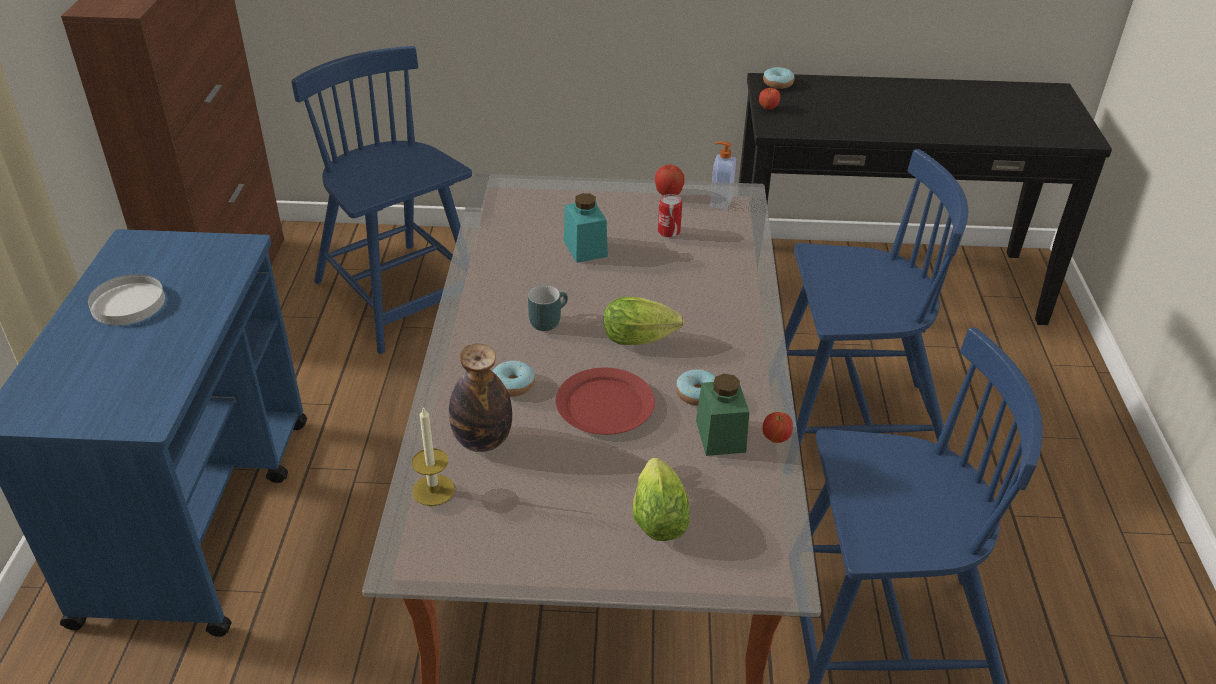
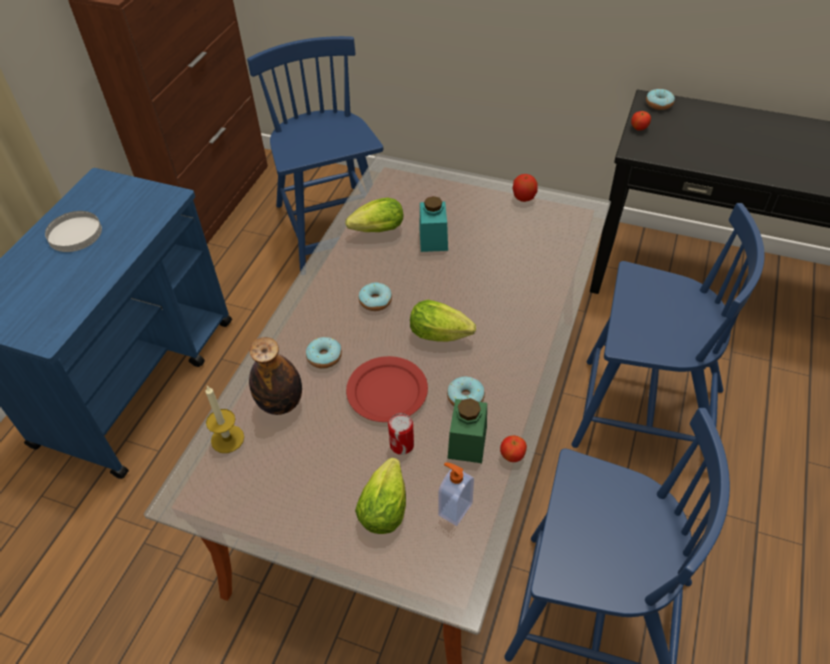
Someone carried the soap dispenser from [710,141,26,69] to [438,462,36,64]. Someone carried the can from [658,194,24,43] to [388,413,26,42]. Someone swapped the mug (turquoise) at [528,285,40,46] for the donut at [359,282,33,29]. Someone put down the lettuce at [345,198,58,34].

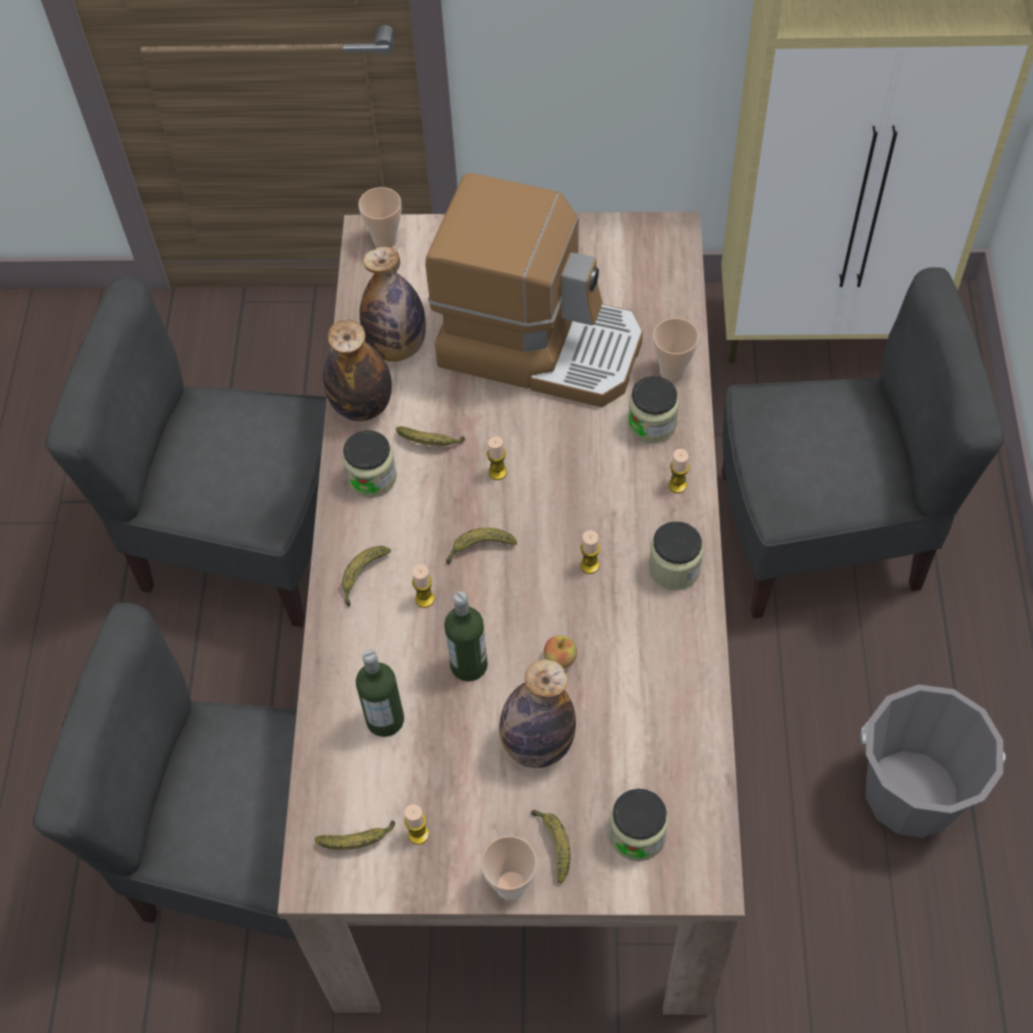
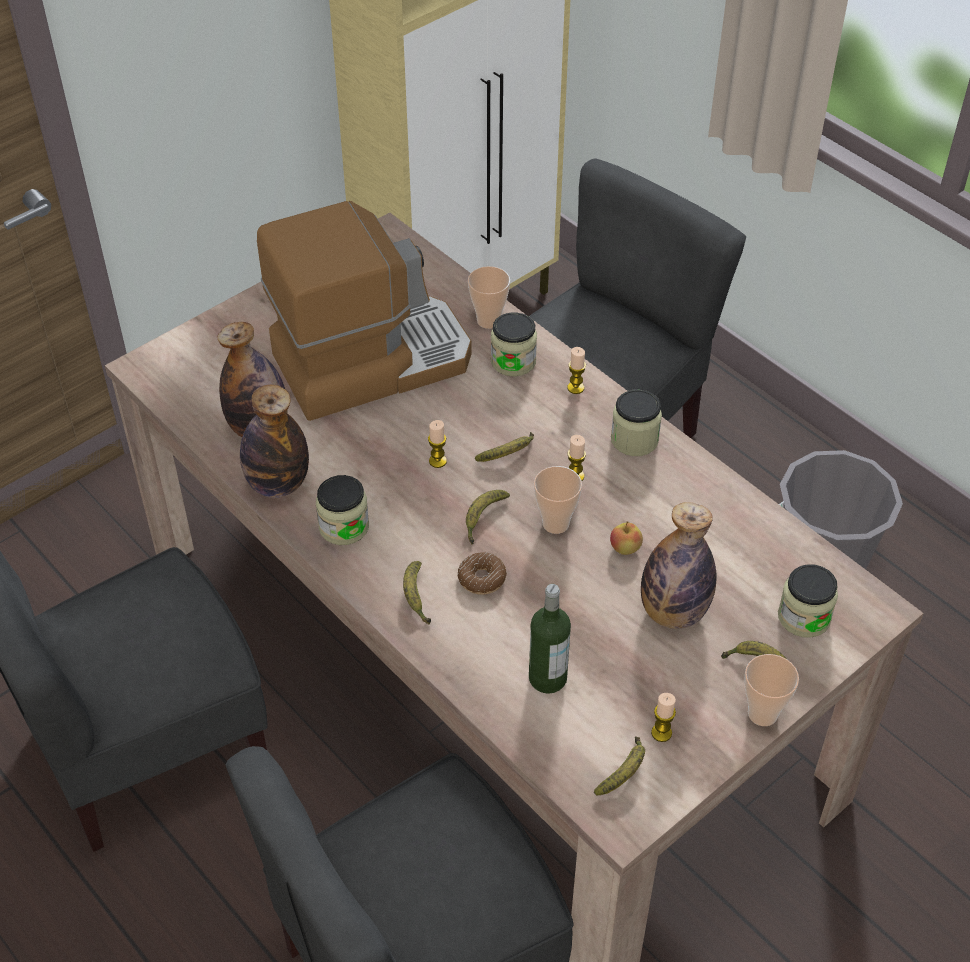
Someone carried the cup from [358,187,44,61] to [534,466,48,68]. Someone carried the banana from [396,426,69,20] to [475,432,59,30]. Someone swapped the candle at [412,564,23,44] for the donut at [457,552,50,43]. Someone took away the bottle at [444,591,44,90].

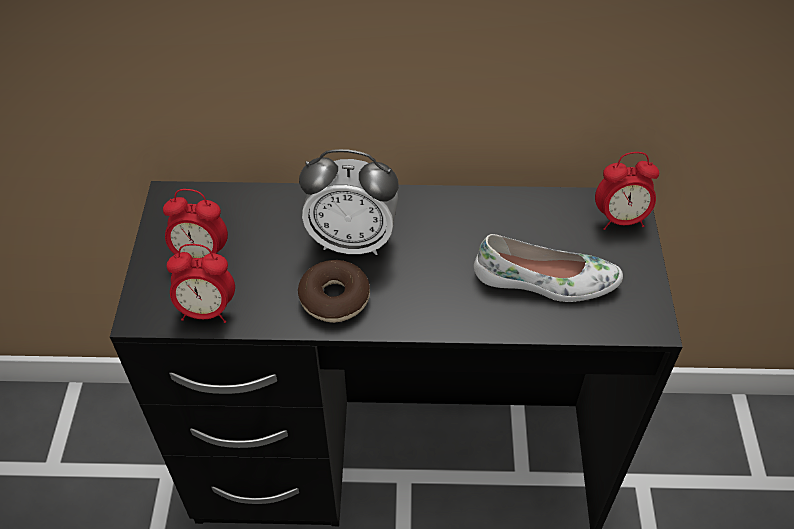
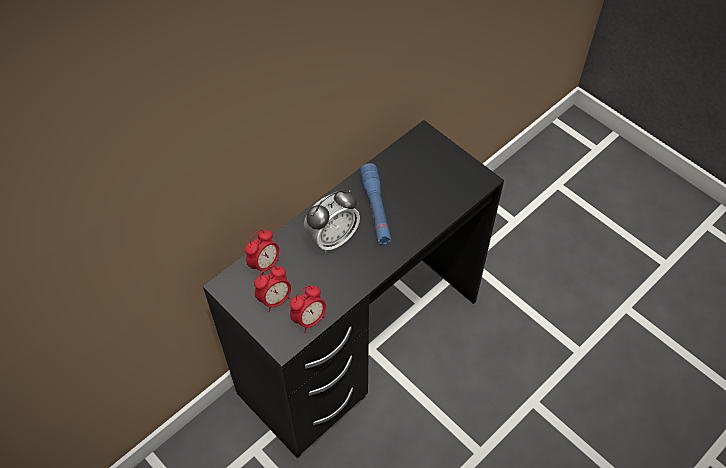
Someone carried the alarm clock from [595,152,64,78] to [245,230,35,45]. Someone took away the shoe (white) at [474,234,149,68]. Someone took away the donut at [298,260,72,63]. Someone put down the flashlight (blue) at [360,163,31,82].

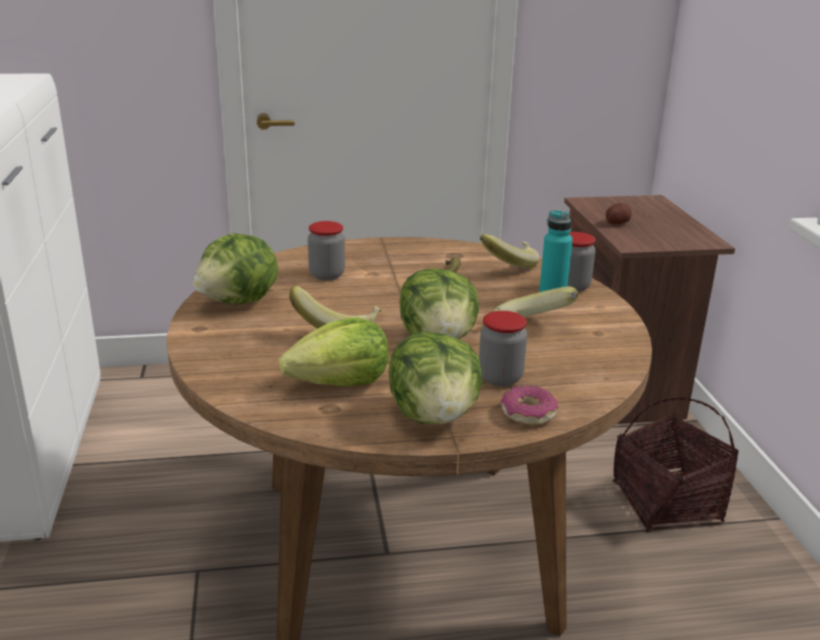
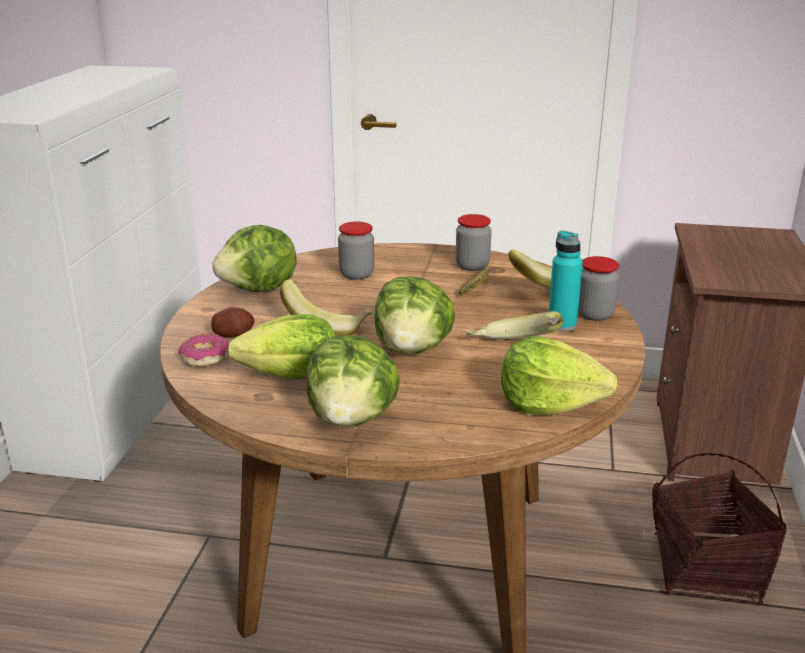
Someone carried the potato from [606,203,26,22] to [211,307,44,30]. Someone carried the jar from [479,311,48,75] to [456,214,35,57]. Someone carried the donut from [500,385,58,40] to [179,334,50,32]. Someone put down the lettuce at [501,336,116,79].

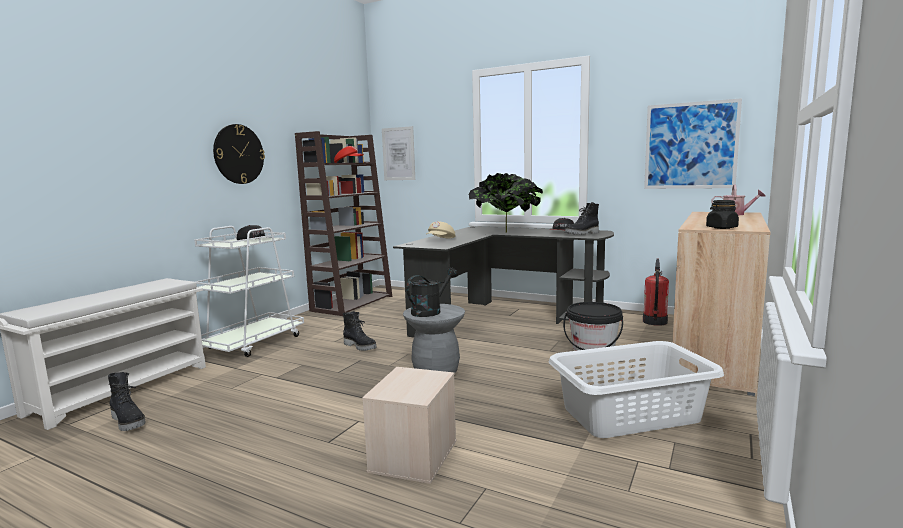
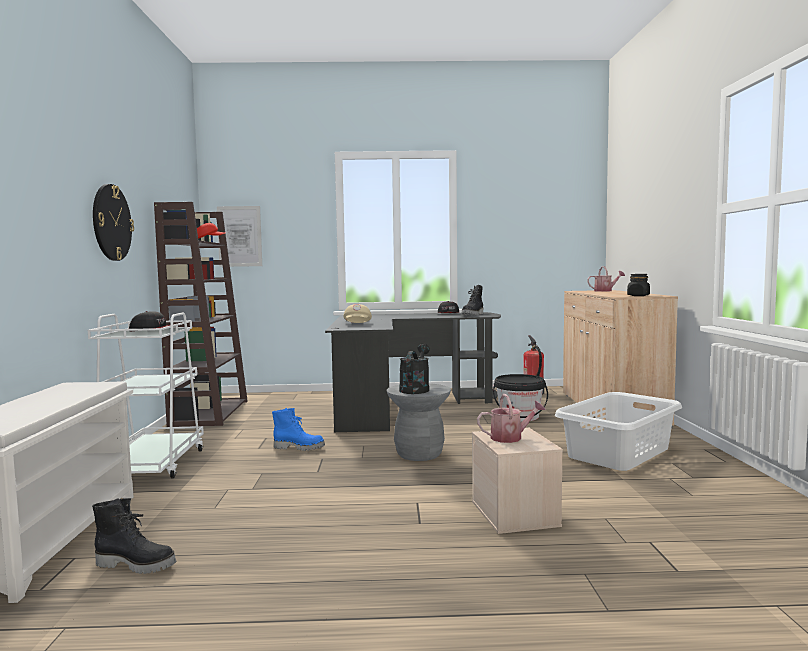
Someone took away the picture at [644,98,98,91]. Someone took away the potted plant at [469,173,74,59]. Someone repainted the boot (black) at [343,311,34,40], which became the boot (blue) at [272,408,53,43]. Someone put down the watering can at [477,394,69,49].

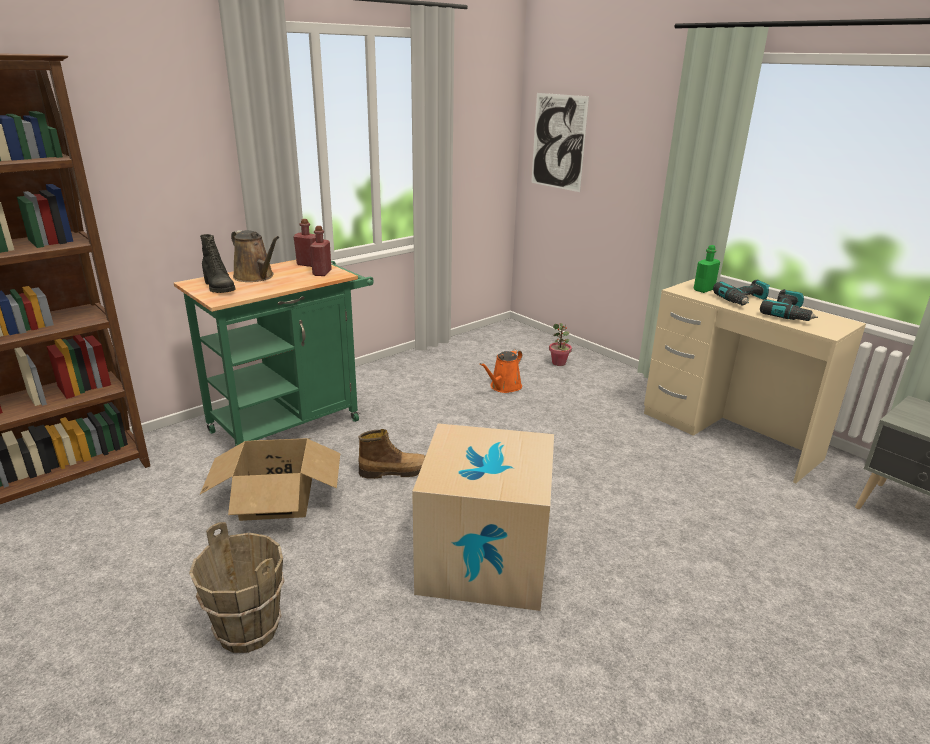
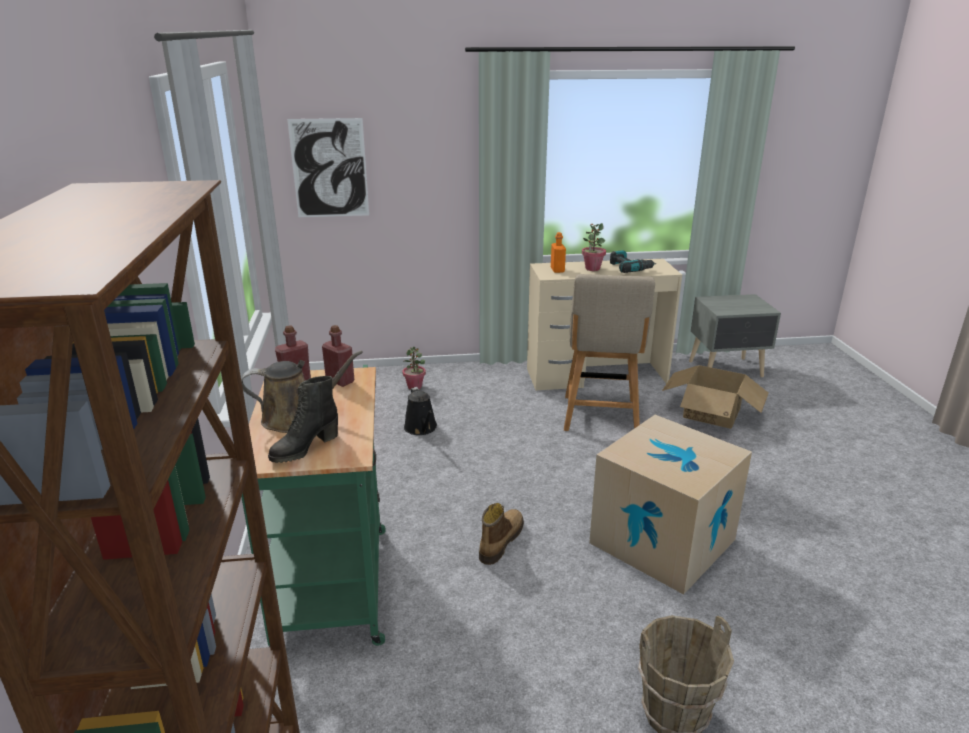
Someone rotated the boot (black) at [200,234,35,59] by 135 degrees clockwise. Someone repainted the bottle (green) at [693,245,27,48], which became the bottle (orange) at [551,232,15,41]. Someone swapped the power drill at [713,280,57,25] for the potted plant at [582,223,24,48]. Someone repainted the watering can (orange) at [480,350,42,43], which became the watering can (black) at [404,387,33,48]. Someone carried the cardboard box from [200,438,140,83] to [662,365,107,64]. Someone put down the chair (beige) at [564,274,91,157].

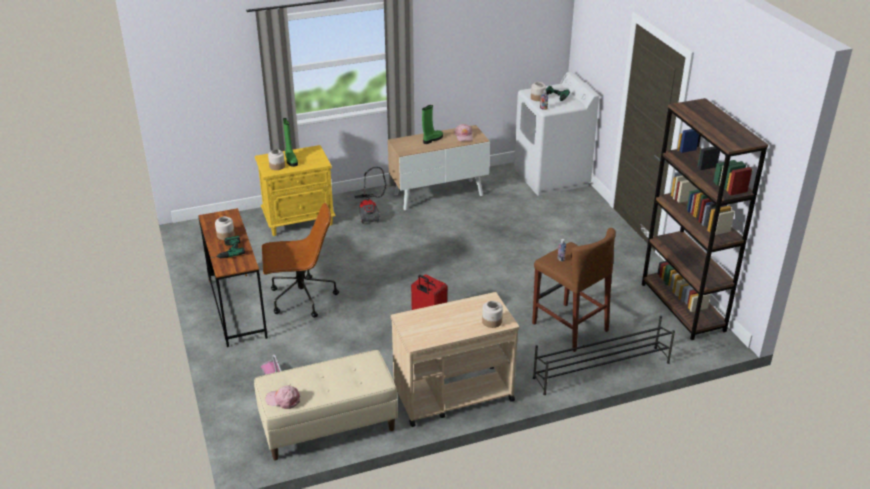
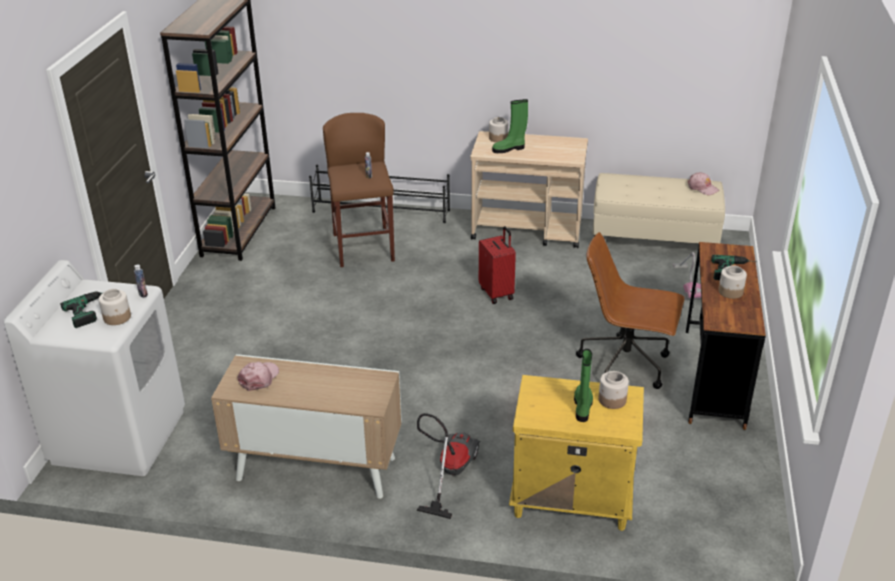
Someone carried the boot (green) from [422,105,21,39] to [492,99,36,54].

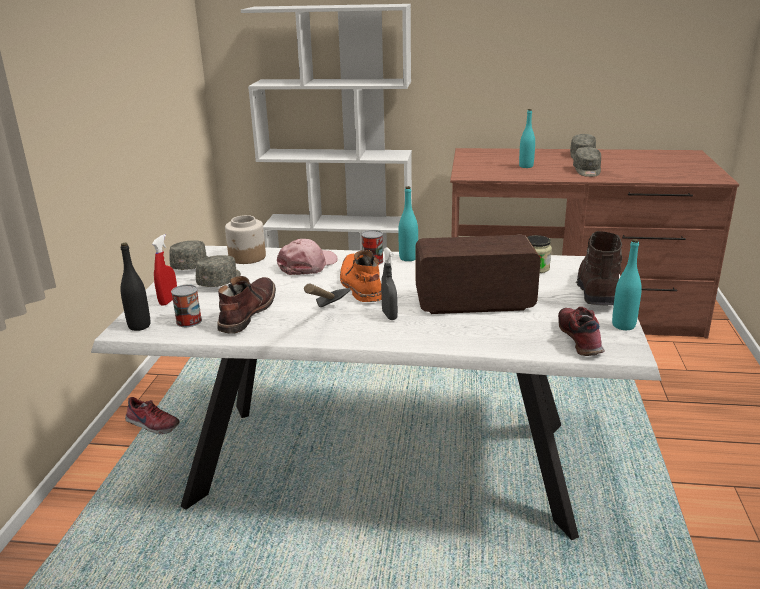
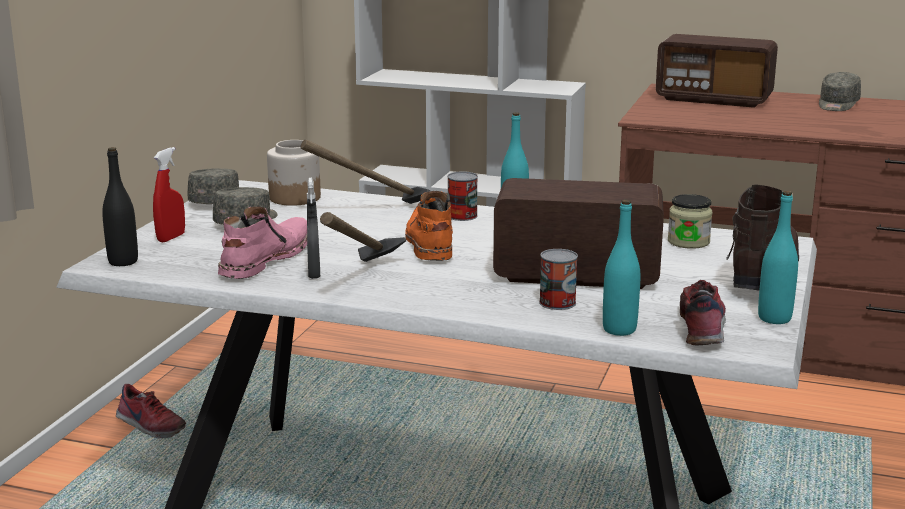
Someone carried the bottle (turquoise) from [519,109,16,59] to [603,200,37,136]. Someone took away the cap (grey) at [573,147,28,30]. Someone swapped the cap (pink) at [277,239,61,36] for the hammer at [301,139,129,65]. Someone carried the spray bottle (grey) from [381,247,17,73] to [307,178,13,101]. Someone repainted the boot (brown) at [217,276,59,58], which became the boot (pink) at [218,206,89,73]. Someone carried the can from [171,285,31,42] to [539,249,39,61]. Someone put down the radio at [656,34,122,74].

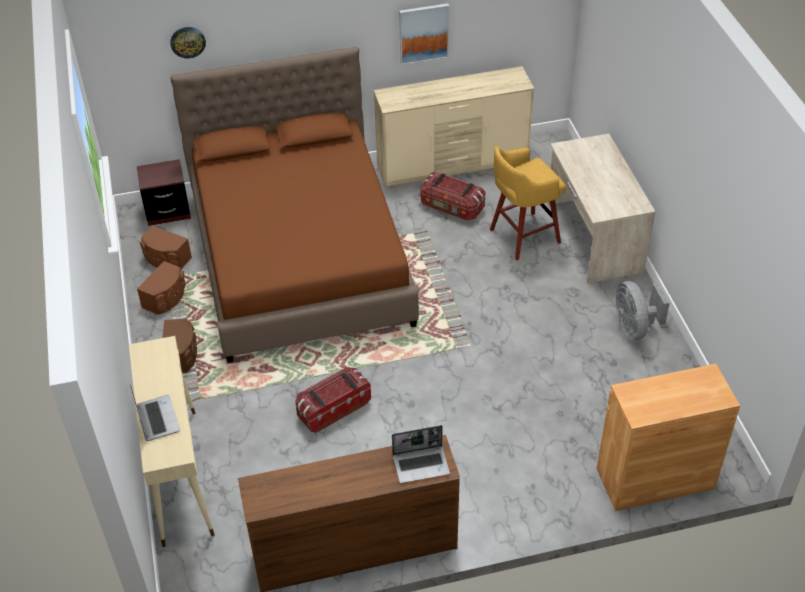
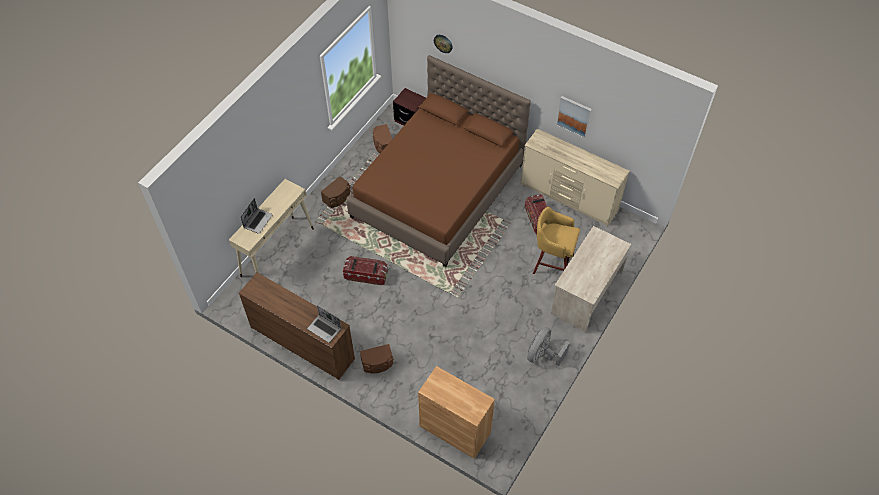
Someone carried the speaker (brown) from [137,261,48,54] to [360,344,34,30].

